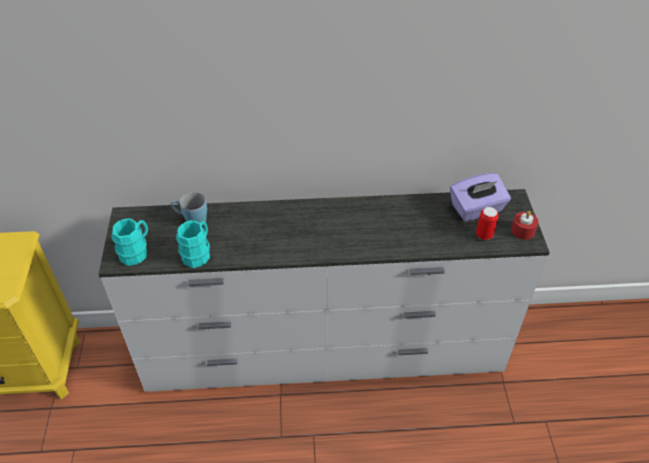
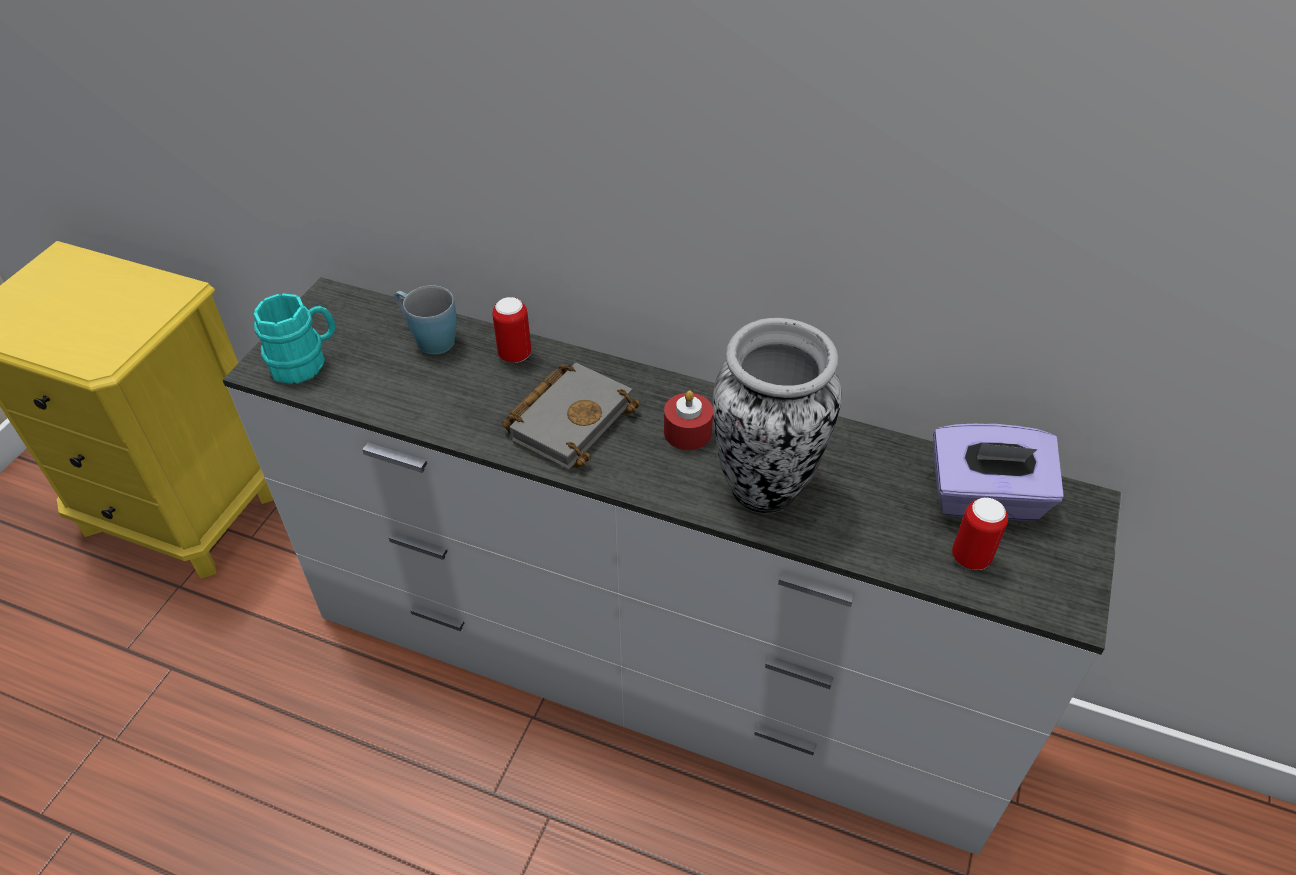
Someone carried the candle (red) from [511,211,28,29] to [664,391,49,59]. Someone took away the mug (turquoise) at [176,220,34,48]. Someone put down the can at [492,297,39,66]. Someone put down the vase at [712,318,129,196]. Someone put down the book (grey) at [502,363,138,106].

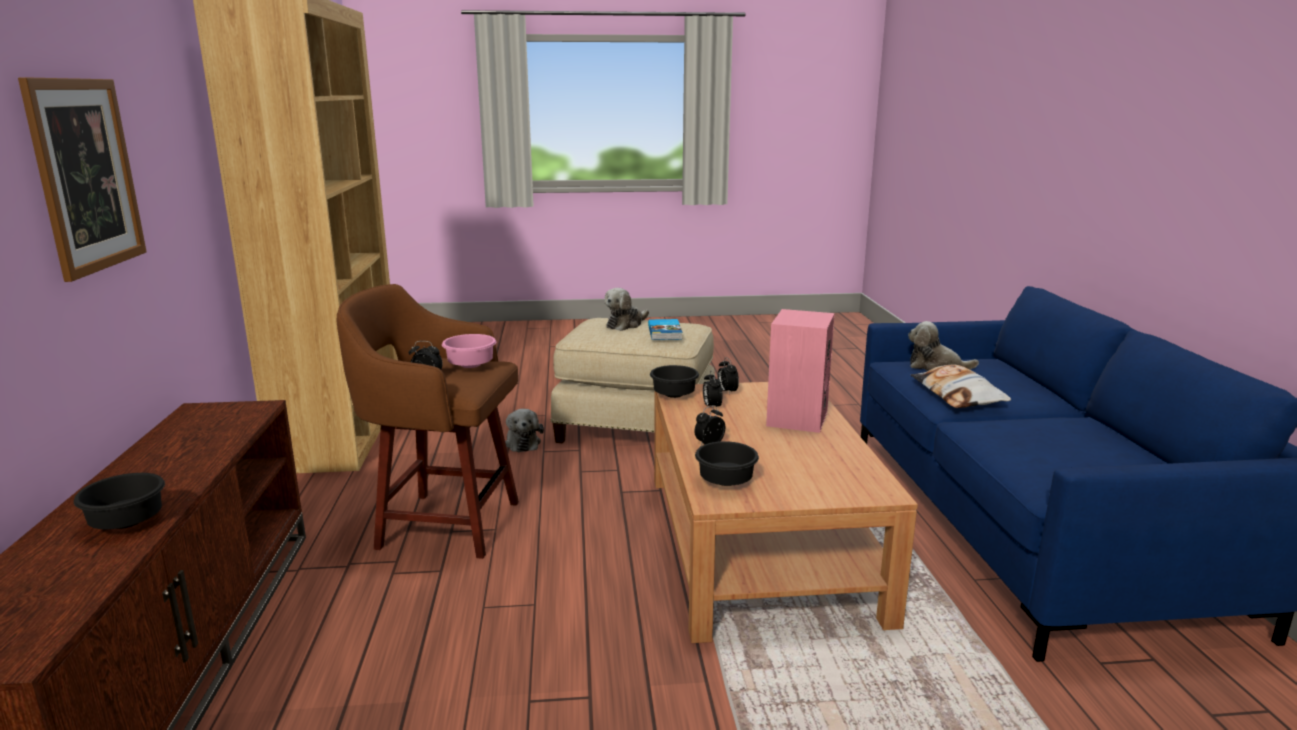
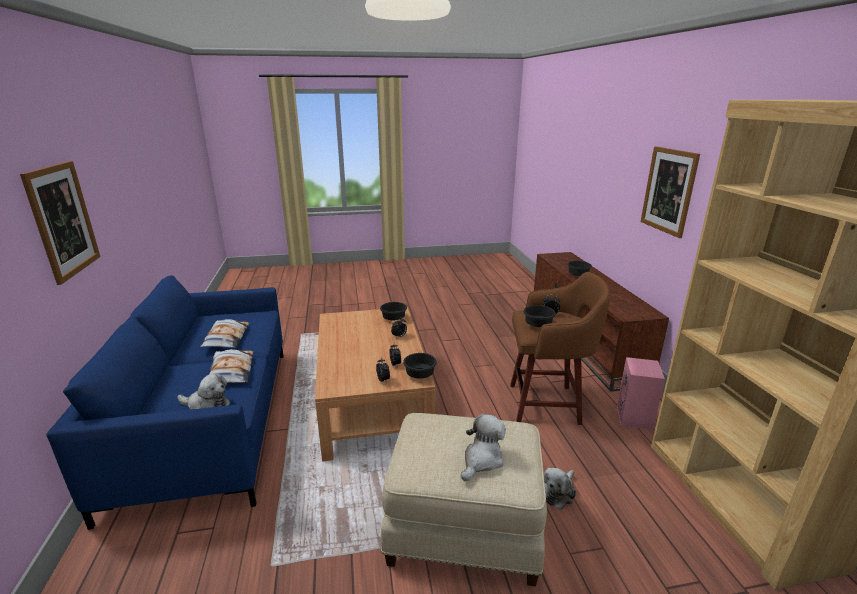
Someone carried the speaker (pink) from [766,309,69,124] to [617,357,48,73]. Someone took away the book at [648,319,34,21]. Someone repainted the bowl (pink) at [442,334,54,34], which became the bowl (black) at [524,305,32,22]. Someone rotated the plush toy at [505,409,39,43] by 120 degrees counterclockwise. Someone put up the picture at [20,161,80,124]. Someone put down the pillow at [200,319,49,29].

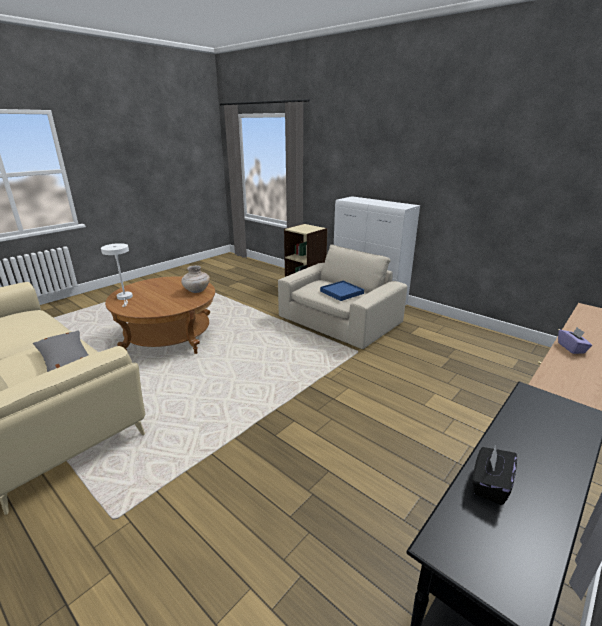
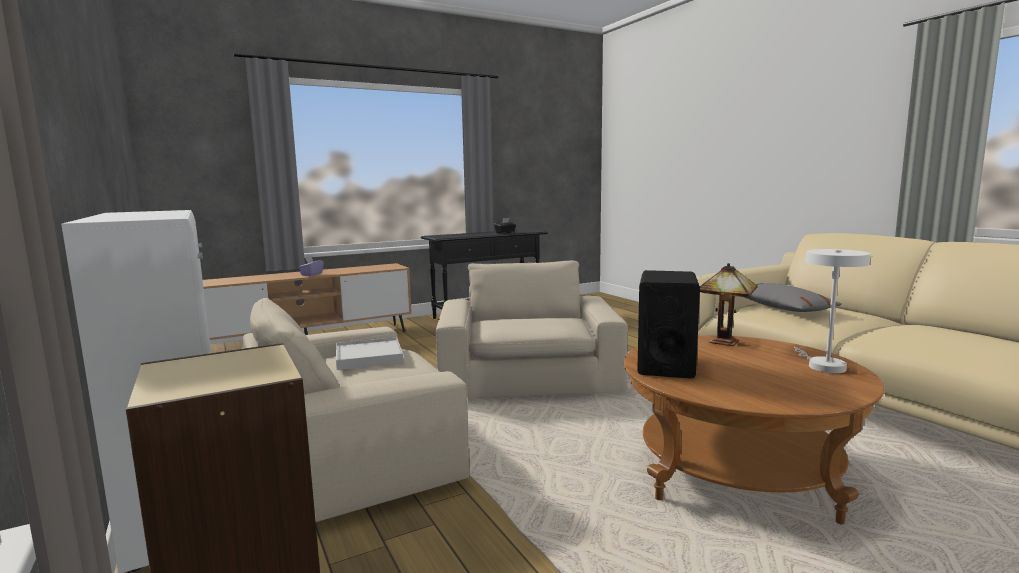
Someone swapped the vase (beige) at [181,265,29,28] for the speaker (black) at [637,270,63,109]. Someone repainted the tray (blue) at [320,281,44,20], which became the tray (white) at [336,337,68,33]. Someone put down the armchair (beige) at [436,260,192,138]. Someone put down the table lamp at [700,263,57,83].

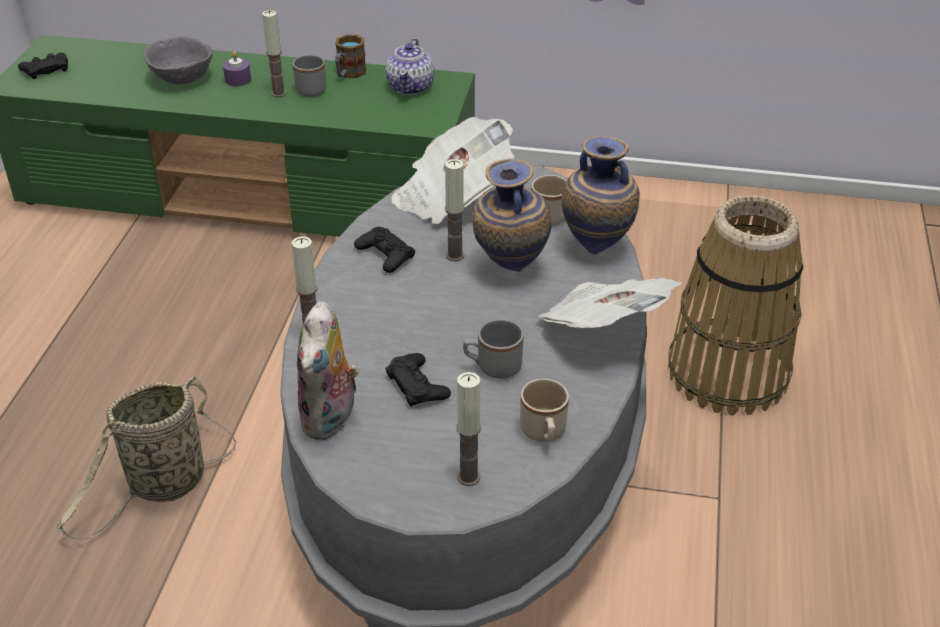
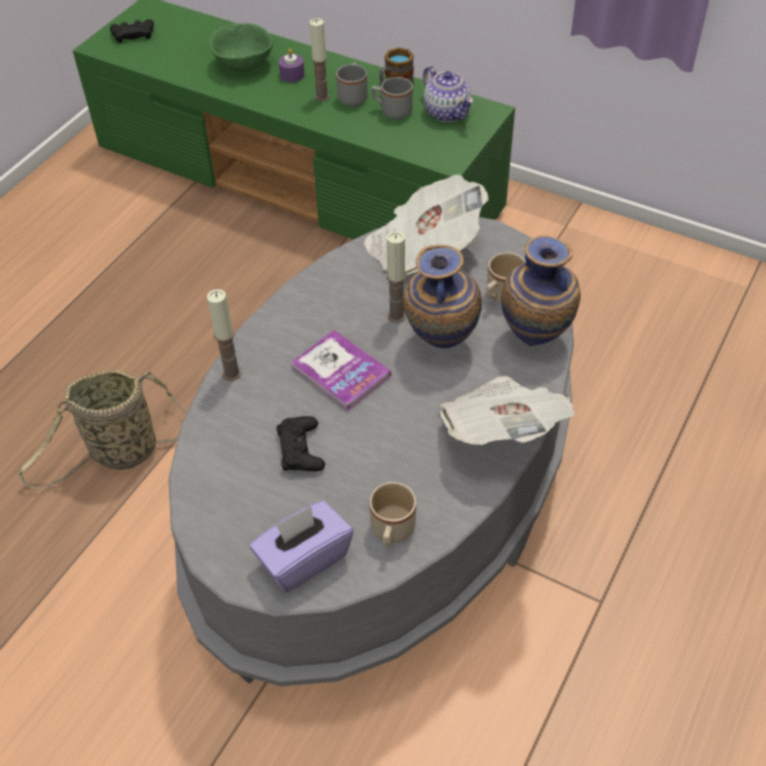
Someone repainted the bowl (grey) at [143,37,70,48], which became the bowl (green) at [209,23,64,49]. Someone rotated the teapot at [386,38,49,57] by 60 degrees counterclockwise. Someone took away the basket at [668,195,135,220]. Someone took away the game controller (black) at [354,227,61,46]. Someone took away the plush toy at [297,301,62,139]. Someone carried the mug (grey) from [463,319,61,60] to [372,77,41,42]. Someone swapped the candle at [456,372,25,114] for the tissue box (purple) at [250,501,103,92]. Someone put down the book at [291,330,100,81].

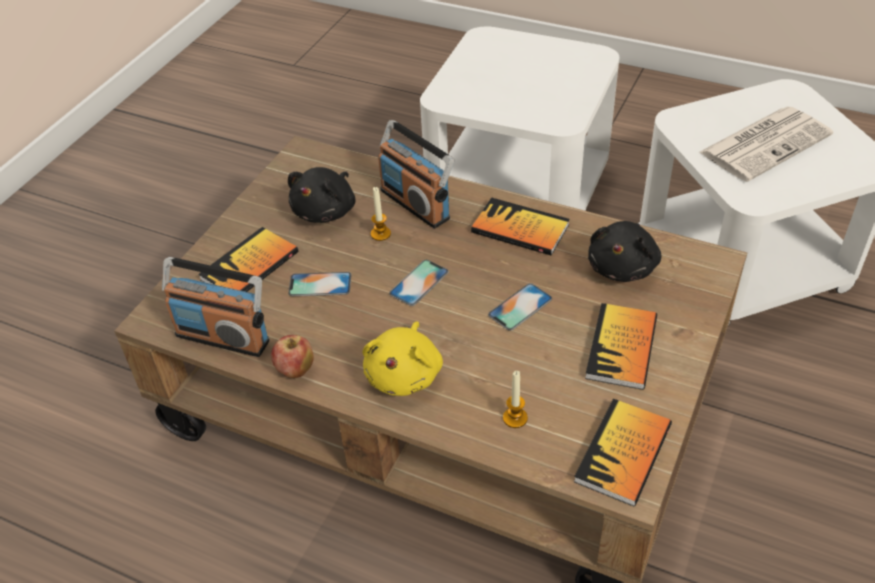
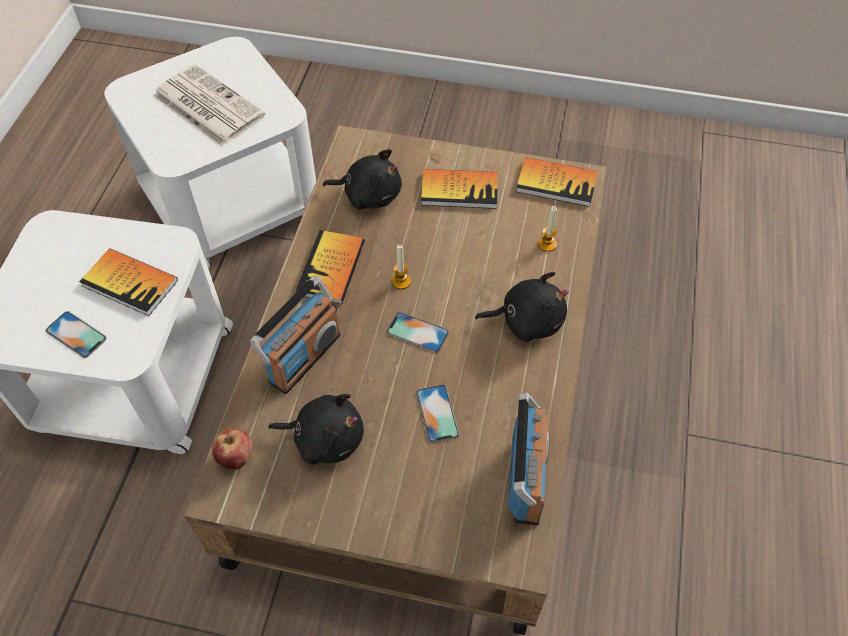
Someone carried the candle from [371,187,20,54] to [391,245,20,44]. Someone carried the book from [198,227,100,65] to [79,248,99,68]. Someone carried the phone from [488,283,64,48] to [46,311,61,47]. Someone repainted the plush toy (yellow) at [362,321,81,75], which became the plush toy (black) at [475,272,94,70]. Someone carried the apple from [271,335,43,43] to [212,428,41,42].

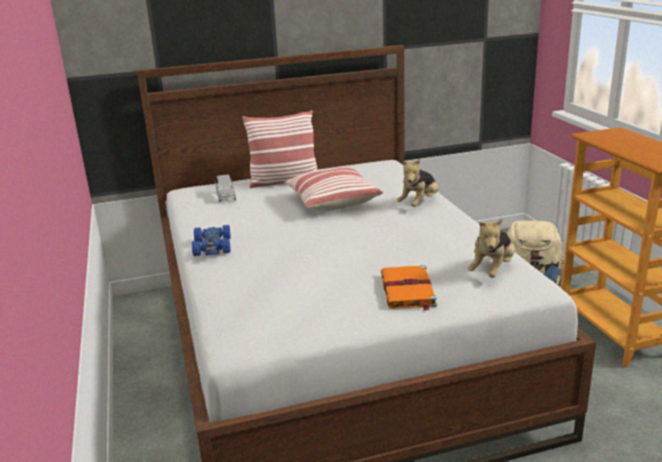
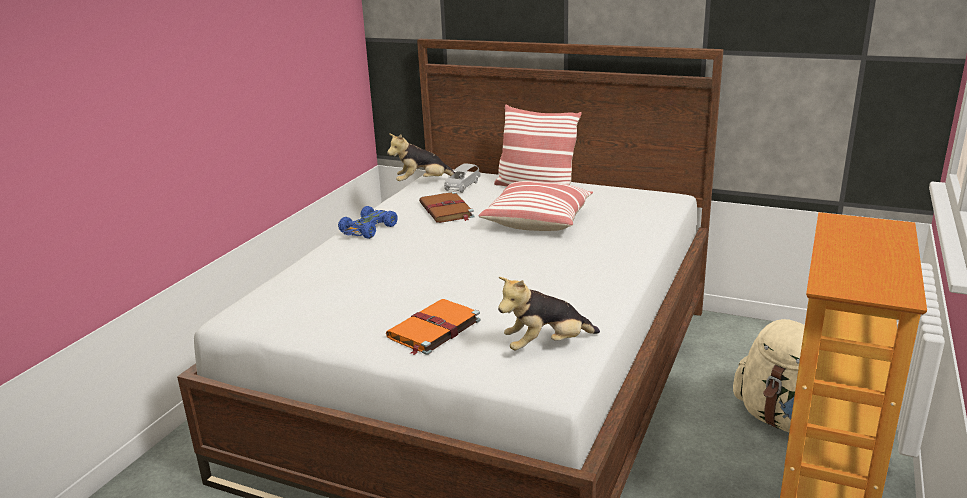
Someone carried the plush toy from [397,159,41,48] to [387,133,73,48]. Someone put down the book (brown) at [419,192,56,31].

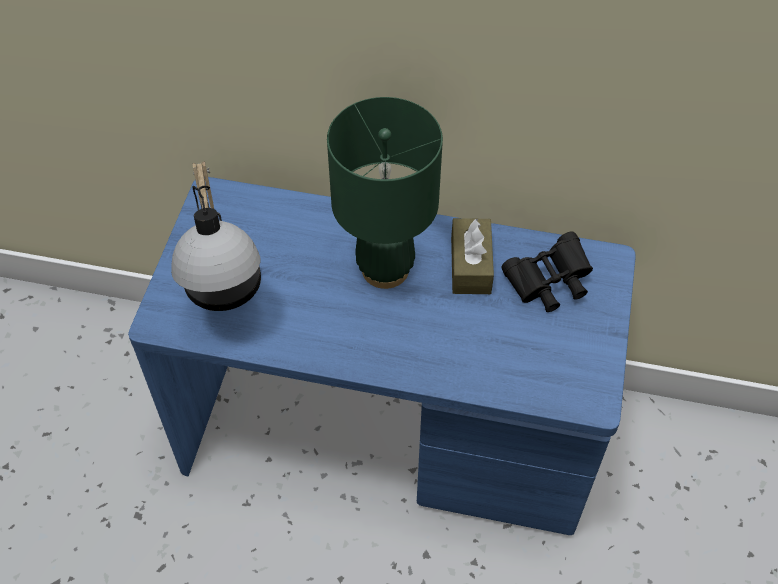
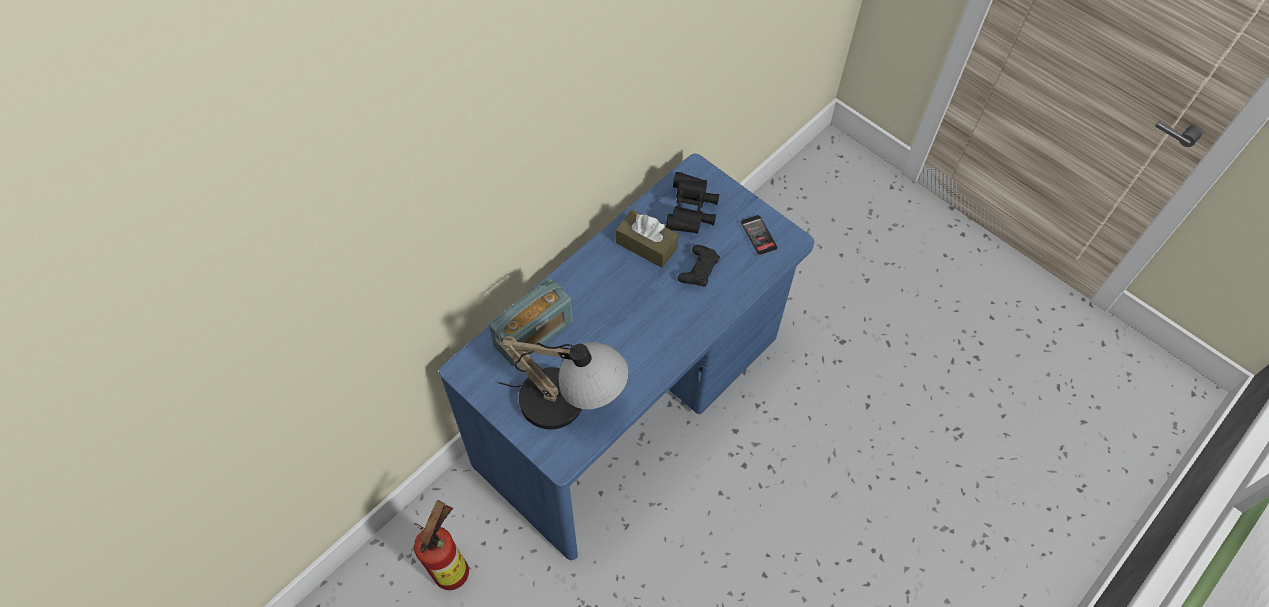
Someone took away the table lamp (green) at [327,97,116,192]. Someone put down the phone at [740,215,38,41]. Someone put down the game controller (black) at [678,245,42,42]. Someone put down the radio at [489,278,84,88]. Someone put down the fire extinguisher at [414,500,55,90].

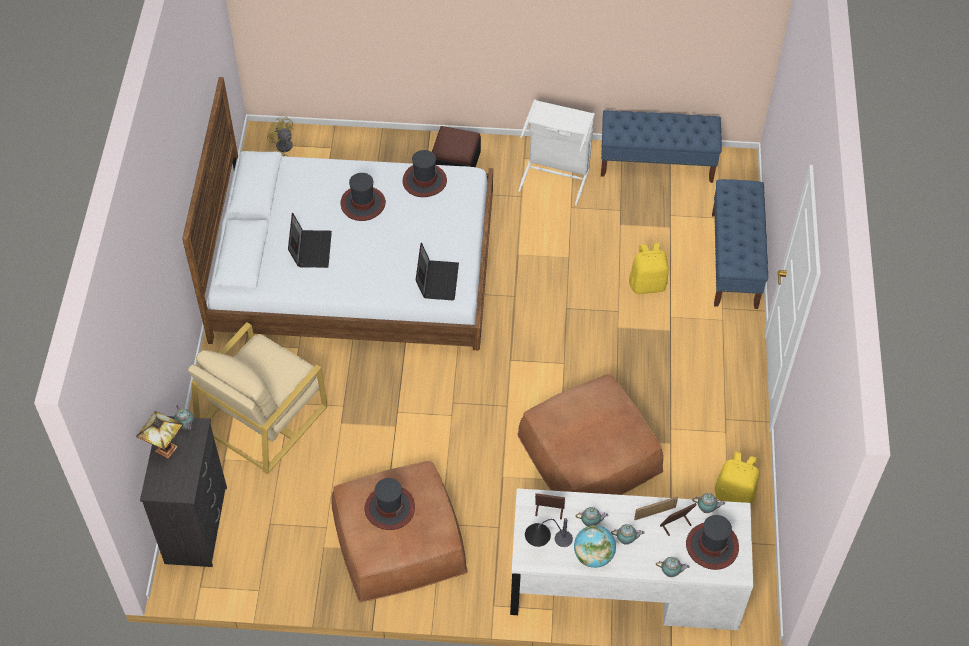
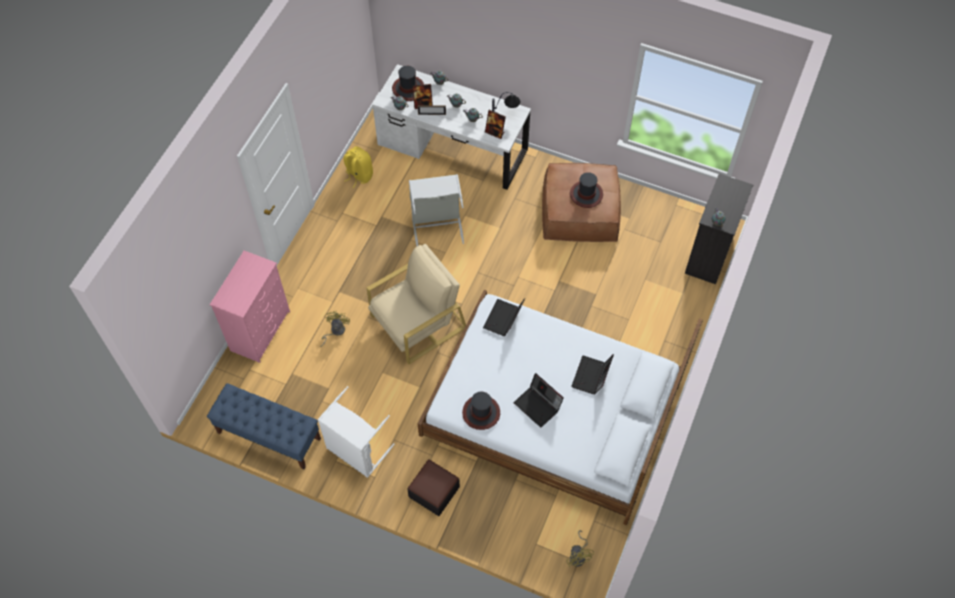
Someone swapped the hat at [341,173,45,48] for the laptop at [514,373,50,55]. Someone swapped the bench (blue) at [712,179,56,130] for the dresser (pink) at [210,250,80,113]. Someone swapped the backpack (yellow) at [629,243,40,51] for the fan (yellow) at [321,311,29,36]. Someone carried the armchair (beige) from [188,322,140,153] to [367,244,99,120]. Someone swapped the ottoman (brown) at [517,374,146,121] for the laundry basket (grey) at [409,174,55,72]. Someone took away the table lamp at [136,411,47,48]. Someone took away the globe at [574,525,42,43].

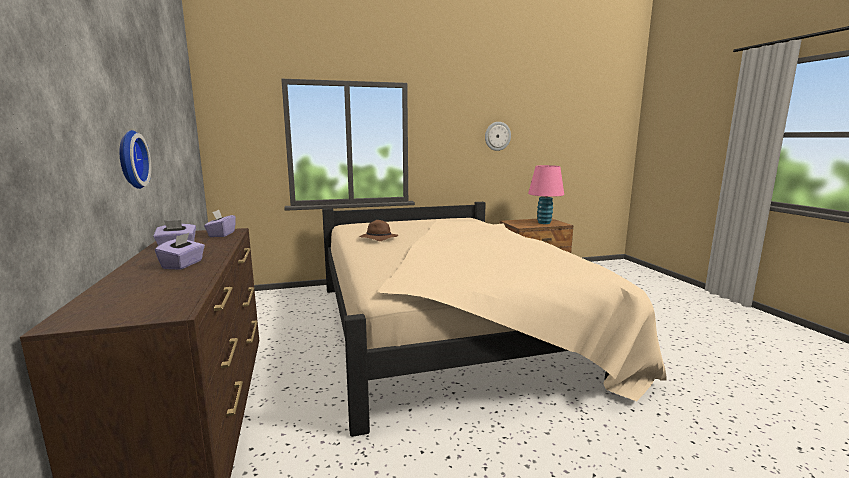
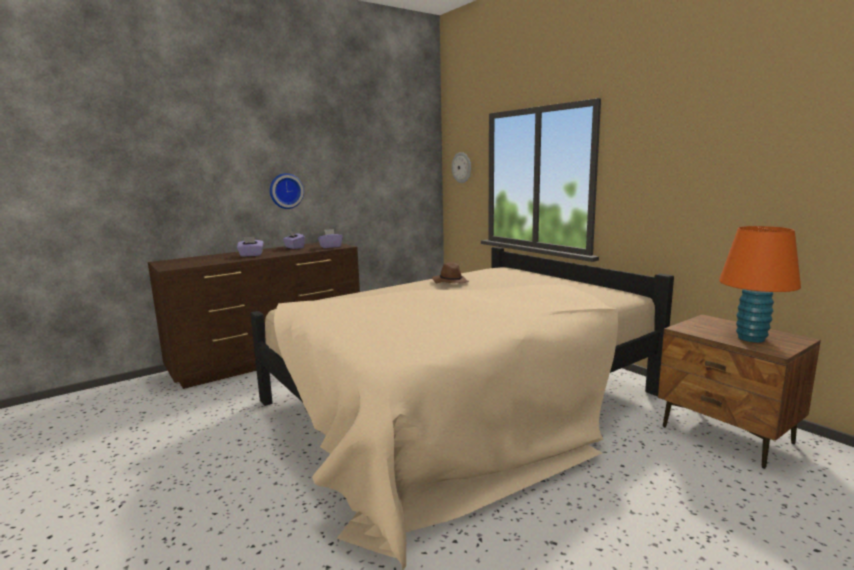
Someone carried the wall clock from [485,122,26,29] to [452,152,19,31]. Someone repainted the table lamp (pink) at [528,165,36,59], which became the table lamp (orange) at [719,226,82,117].

